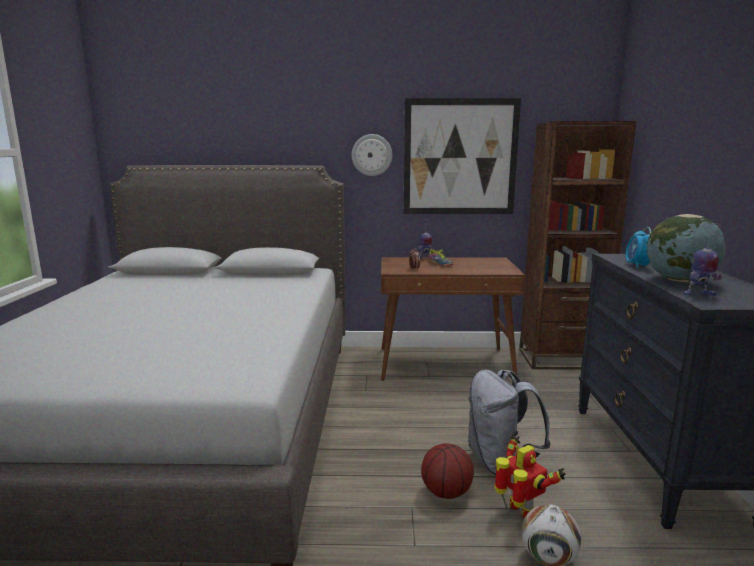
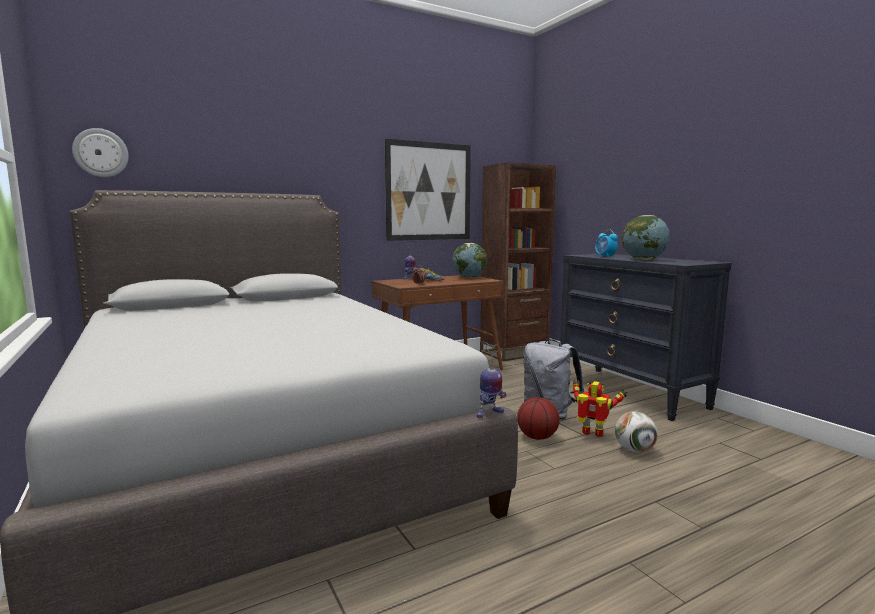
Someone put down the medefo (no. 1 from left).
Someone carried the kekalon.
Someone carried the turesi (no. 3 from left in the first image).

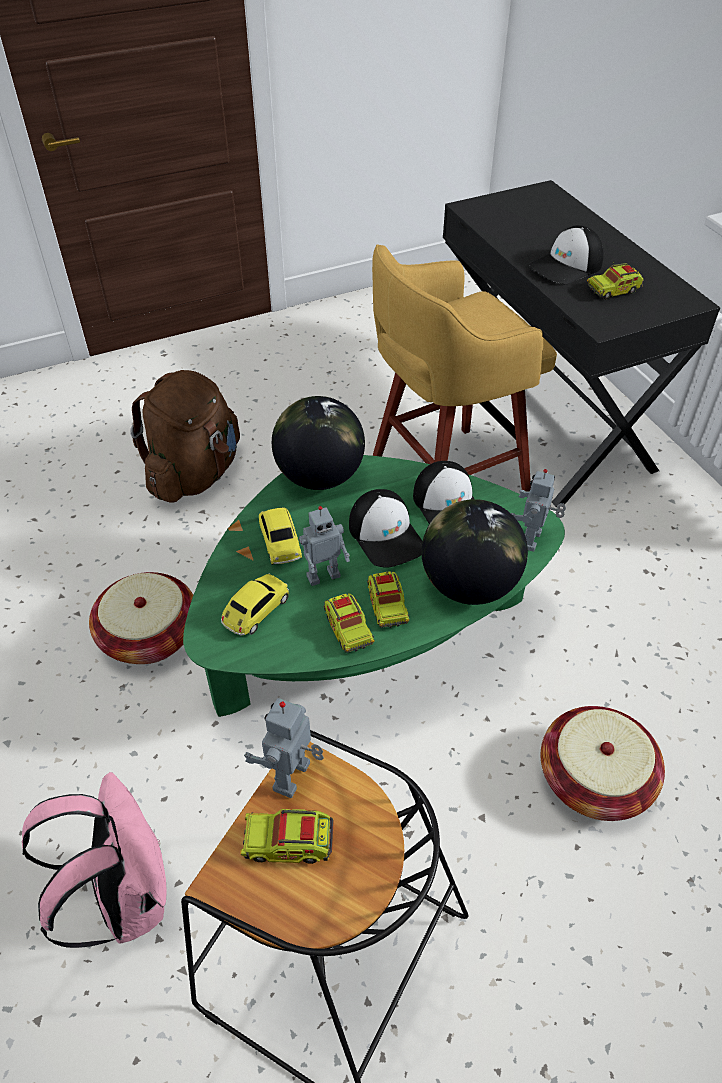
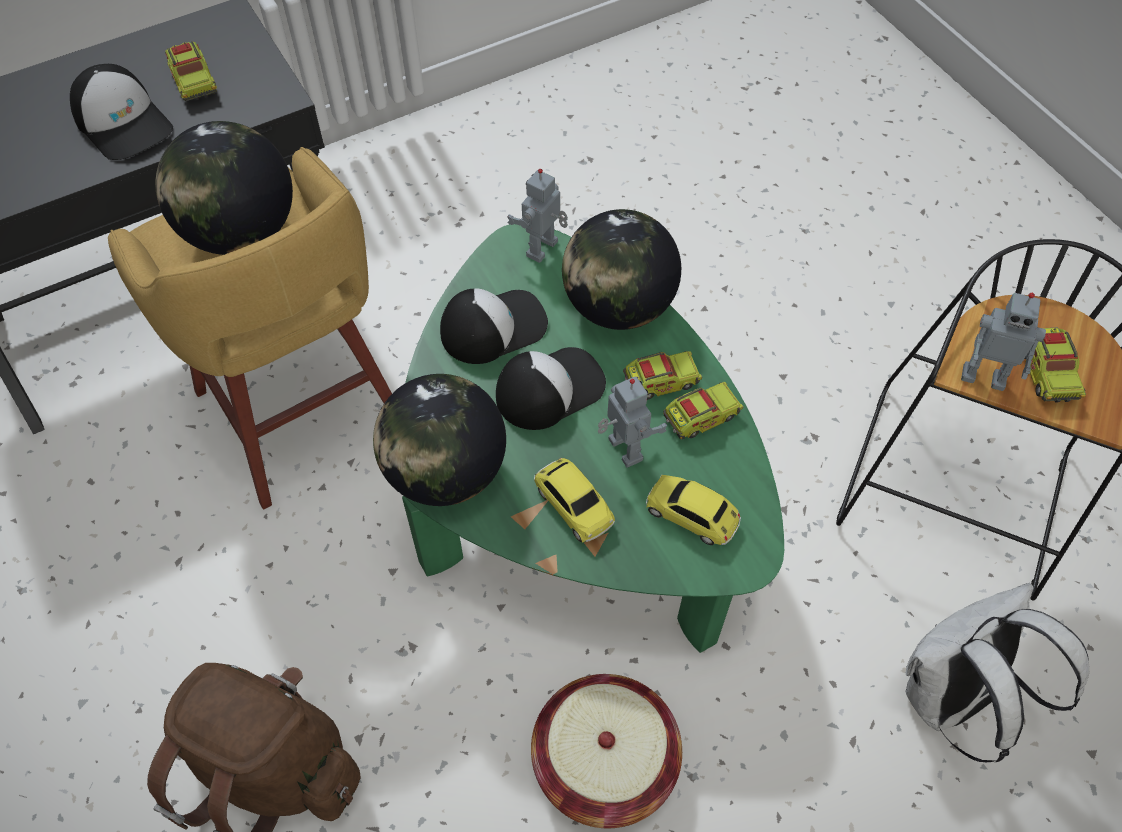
Someone took away the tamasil (no. 2 from left).
Someone put down the medefo (no. 1 from left).
Someone repainted the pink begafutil, which became the white begafutil.
Someone rotated the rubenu (no. 2 from left in the first image) by 75 degrees clockwise.
Someone rotated the turesi (no. 3 from left in the first image) by 105 degrees clockwise.

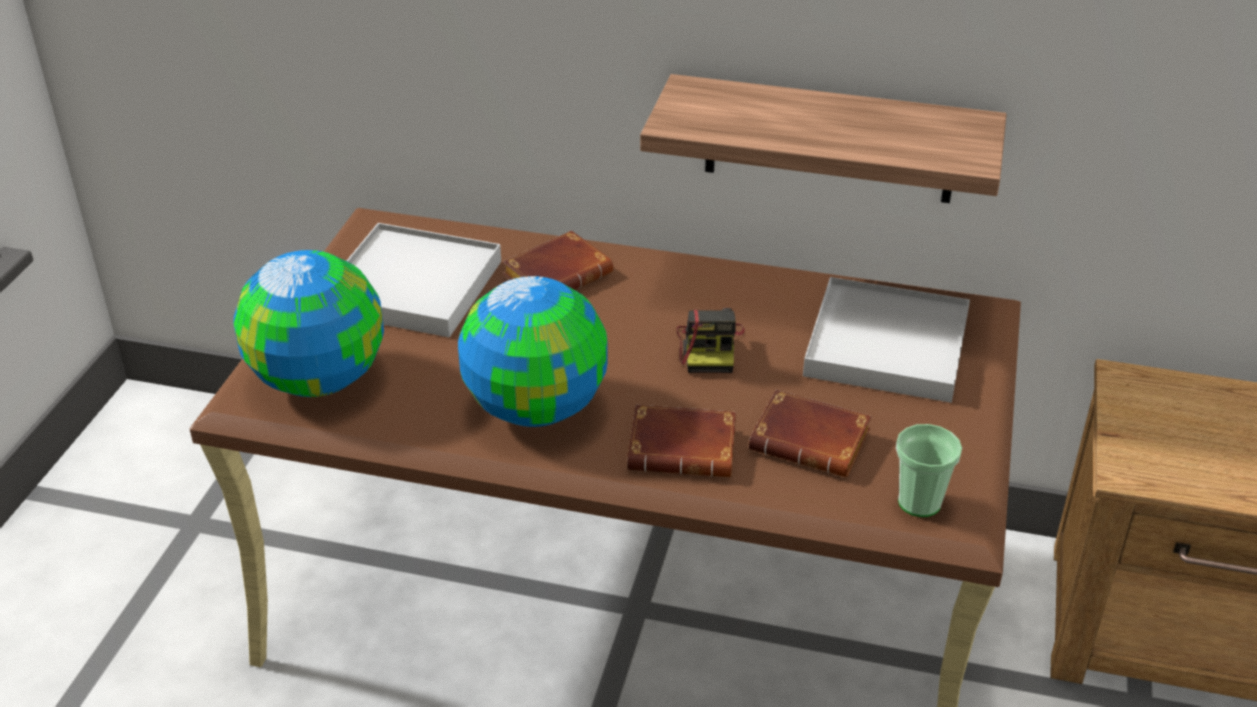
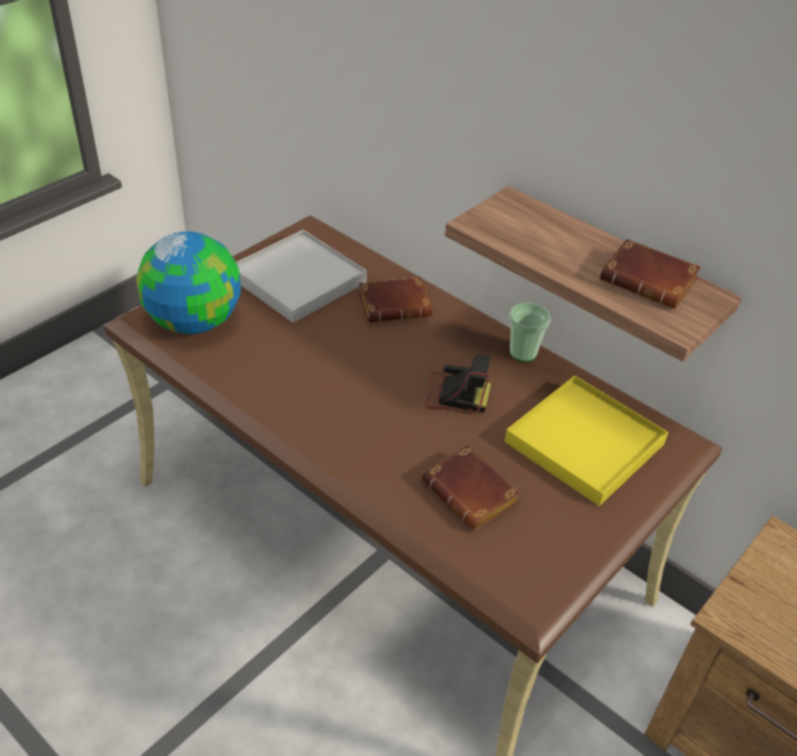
Someone took away the medefo (no. 2 from left).
Someone carried the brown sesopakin (no. 2 from left in the first image).
Someone carried the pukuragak.
Someone repainted the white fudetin (no. 2 from left), which became the yellow fudetin.
Someone rotated the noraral by 105 degrees counterclockwise.

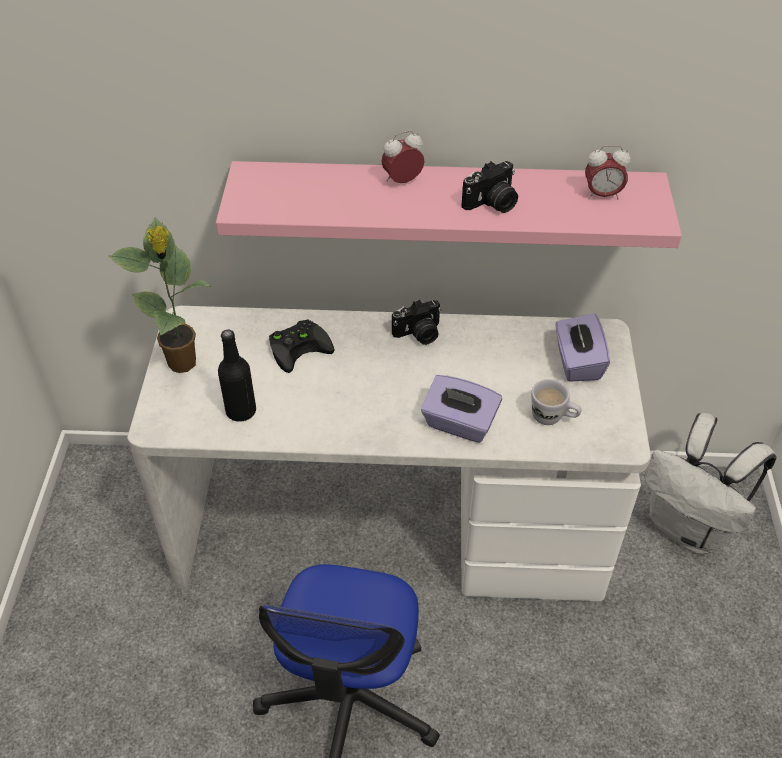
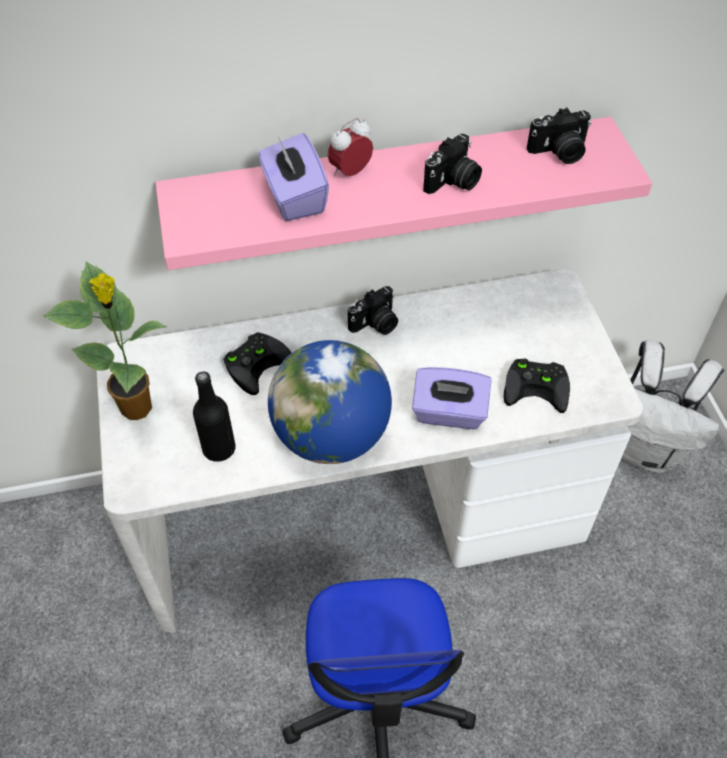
Someone put down the medefo.
Someone carried the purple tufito (no. 2 from left in the first image).
Someone swapped the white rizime for the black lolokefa (no. 2 from left).
Someone swapped the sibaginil (no. 2 from left) for the noraral (no. 3 from left).

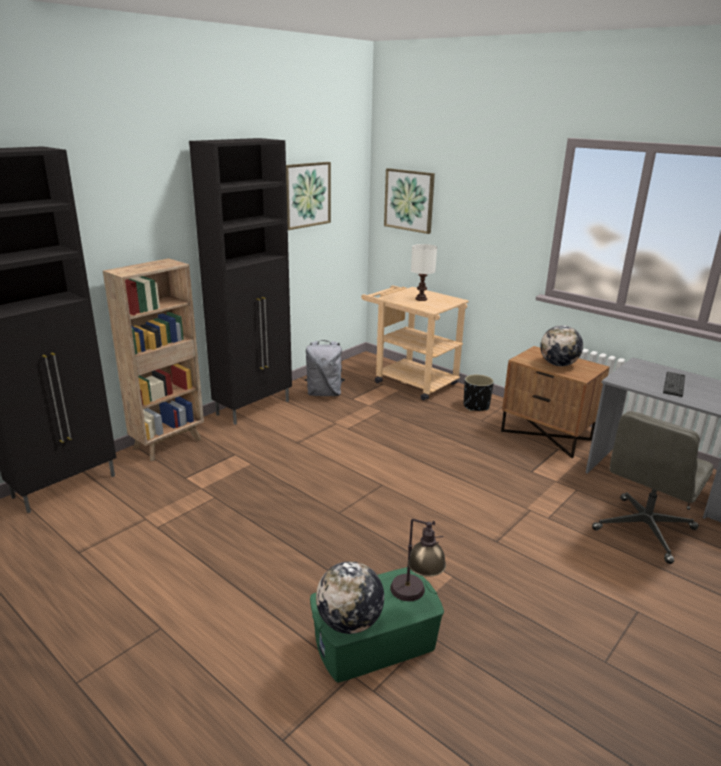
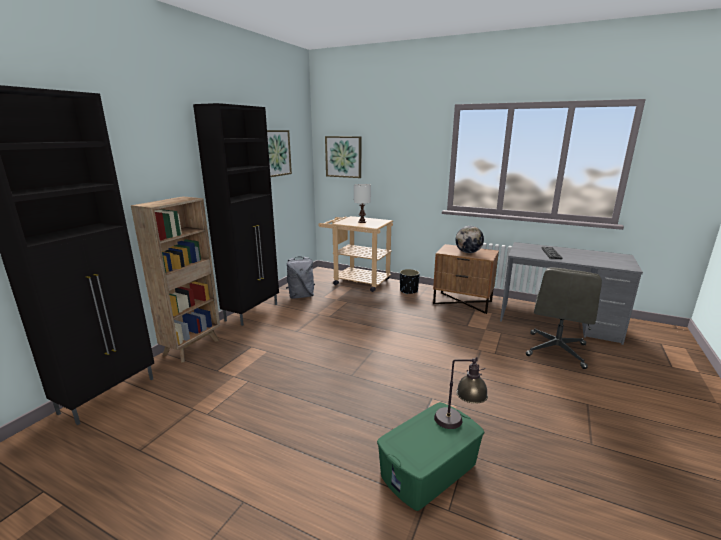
Someone took away the medefo (no. 1 from left).

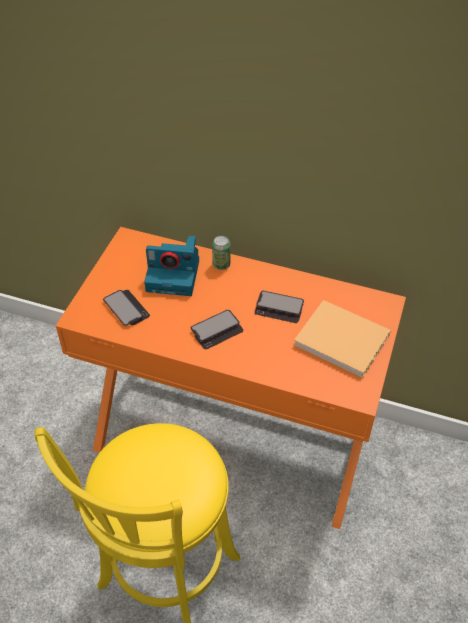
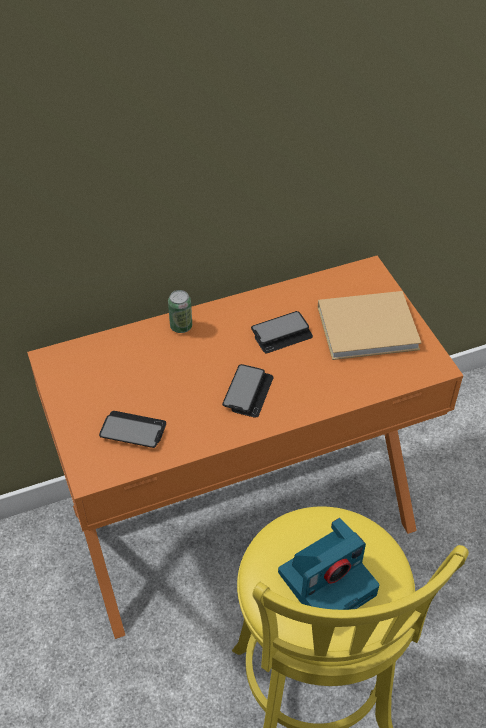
Someone carried the noraral.

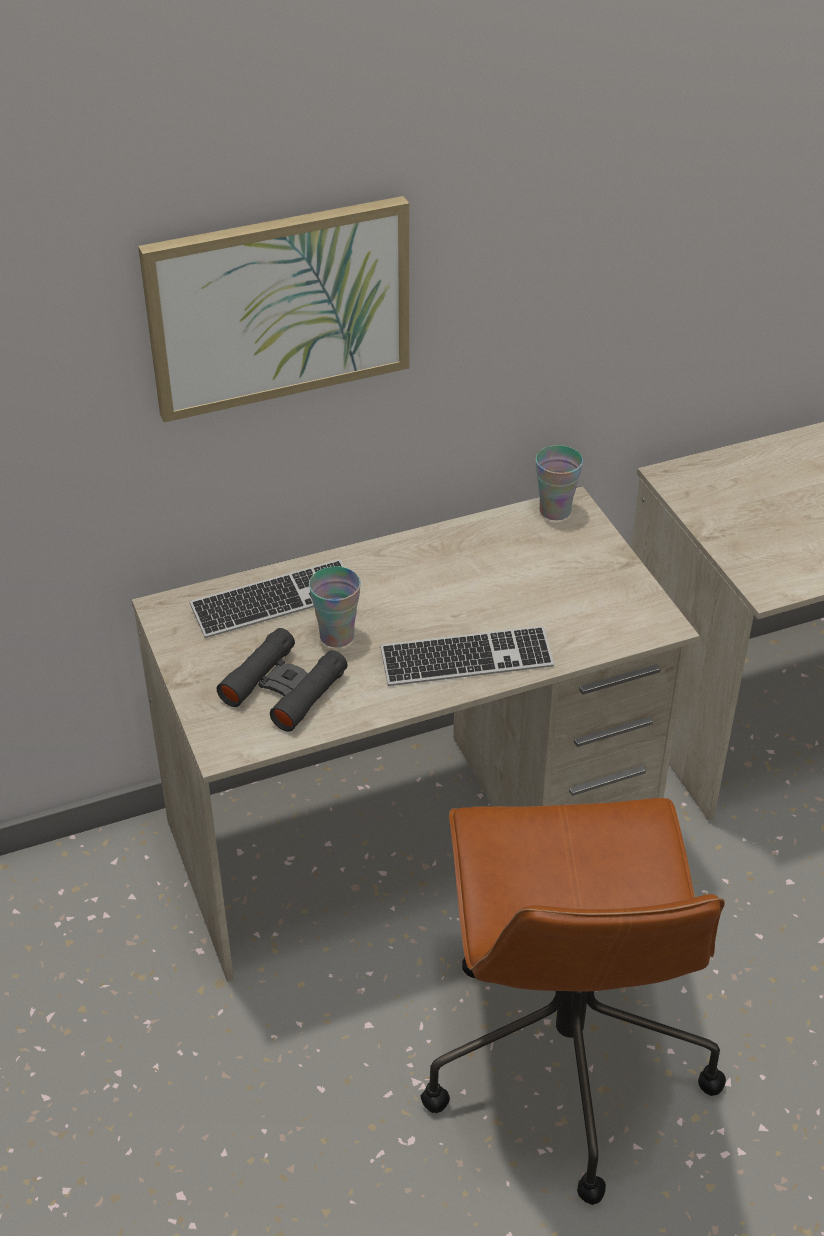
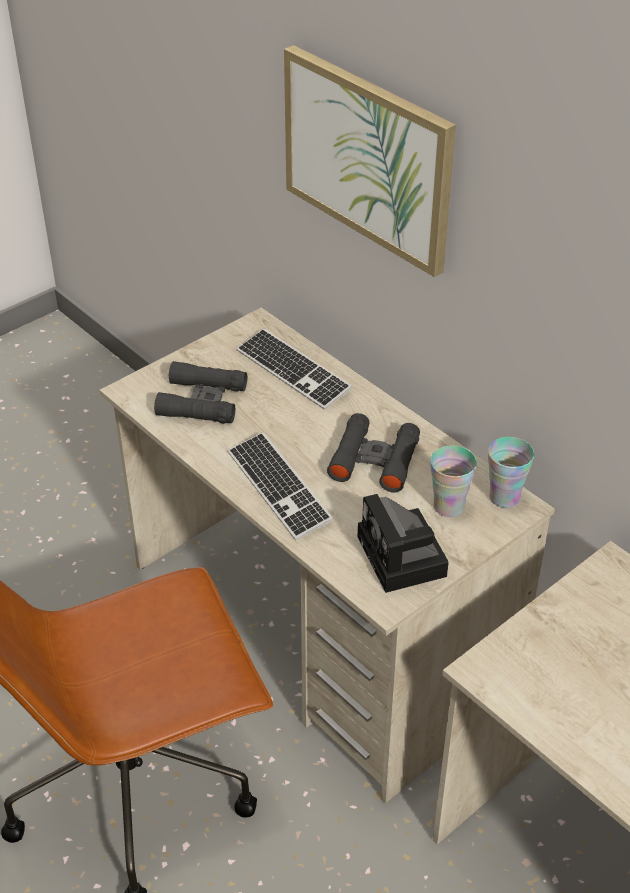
Someone put down the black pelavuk (no. 2 from left).
Someone put down the noraral.
Someone carried the pukuragak (no. 1 from left).

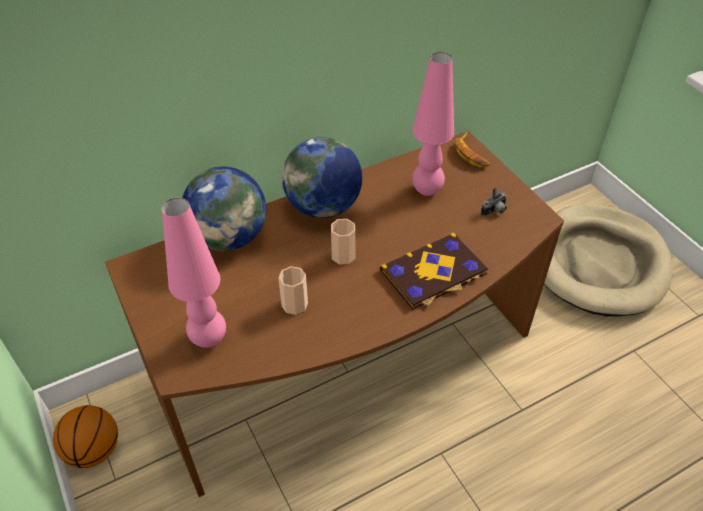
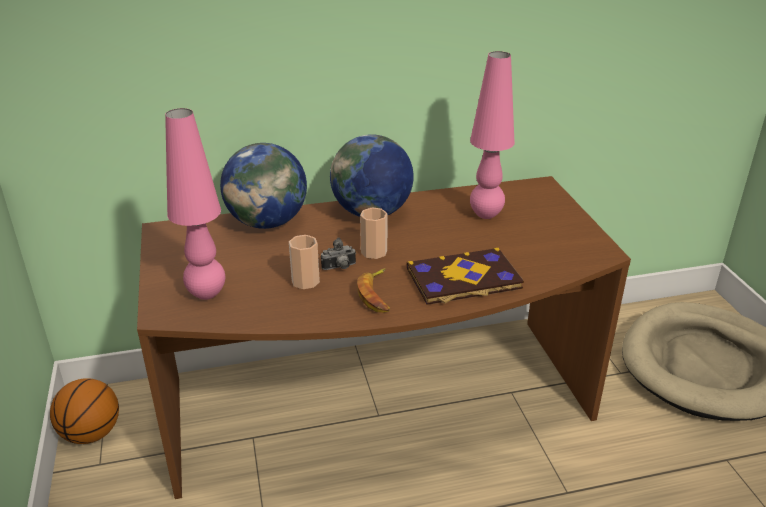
Someone carried the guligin.
Someone carried the noraral.

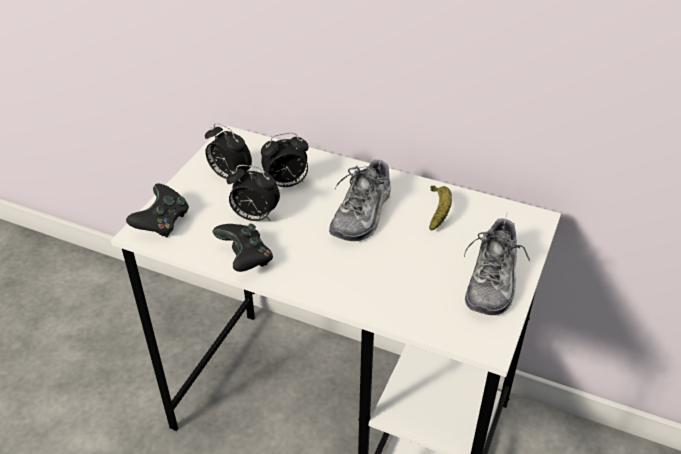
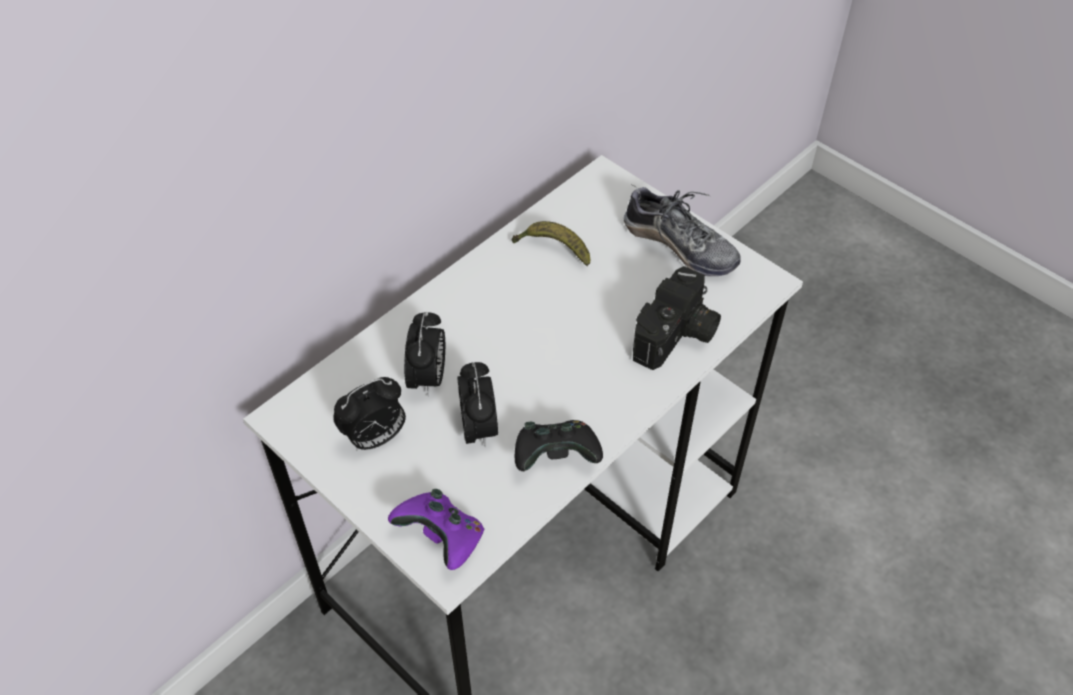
Someone took away the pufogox (no. 1 from left).
Someone put down the noraral.
Someone repainted the black lolokefa (no. 1 from left), which became the purple lolokefa.
Someone rotated the sibaginil (no. 2 from left in the first image) by 45 degrees counterclockwise.

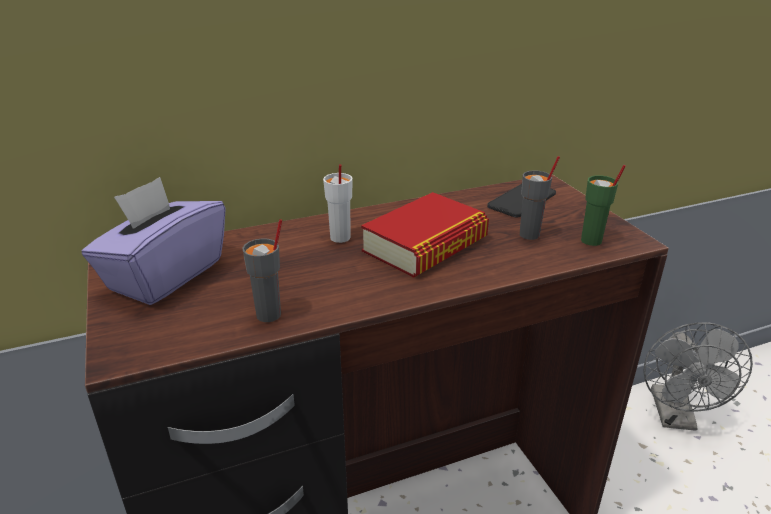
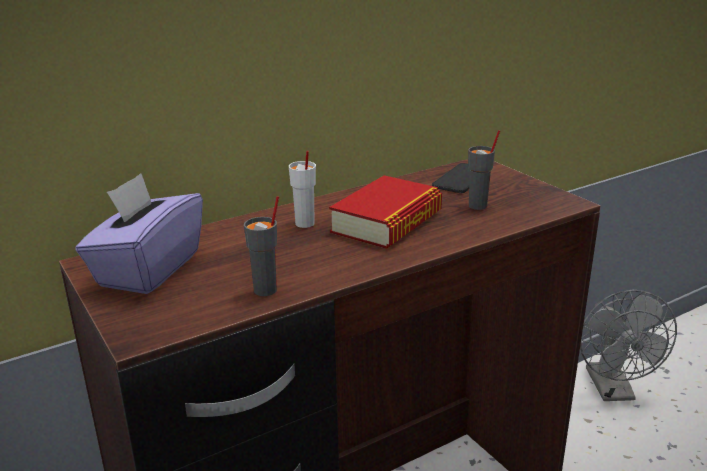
Someone took away the green pukuragak.

